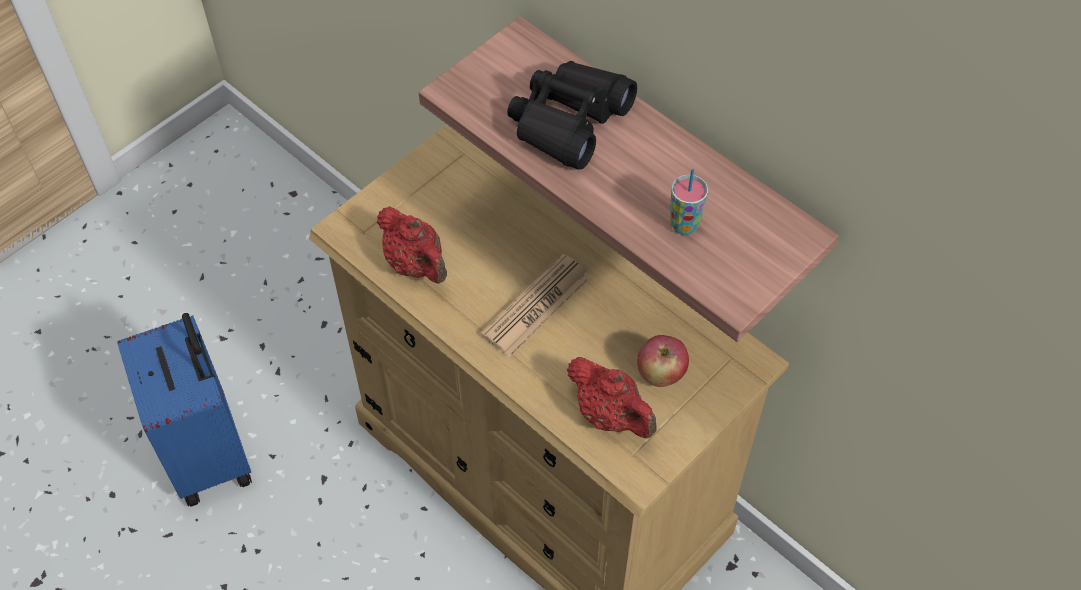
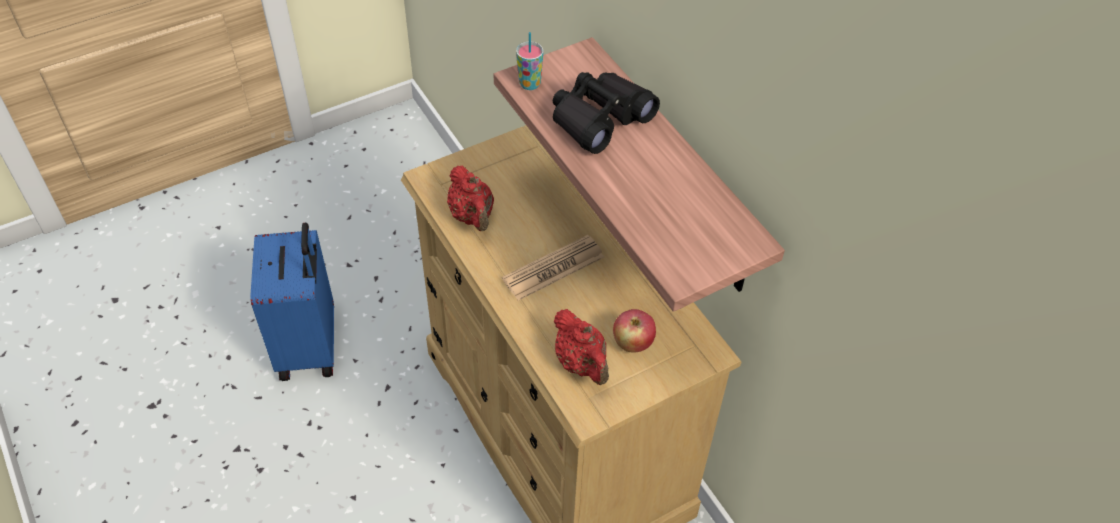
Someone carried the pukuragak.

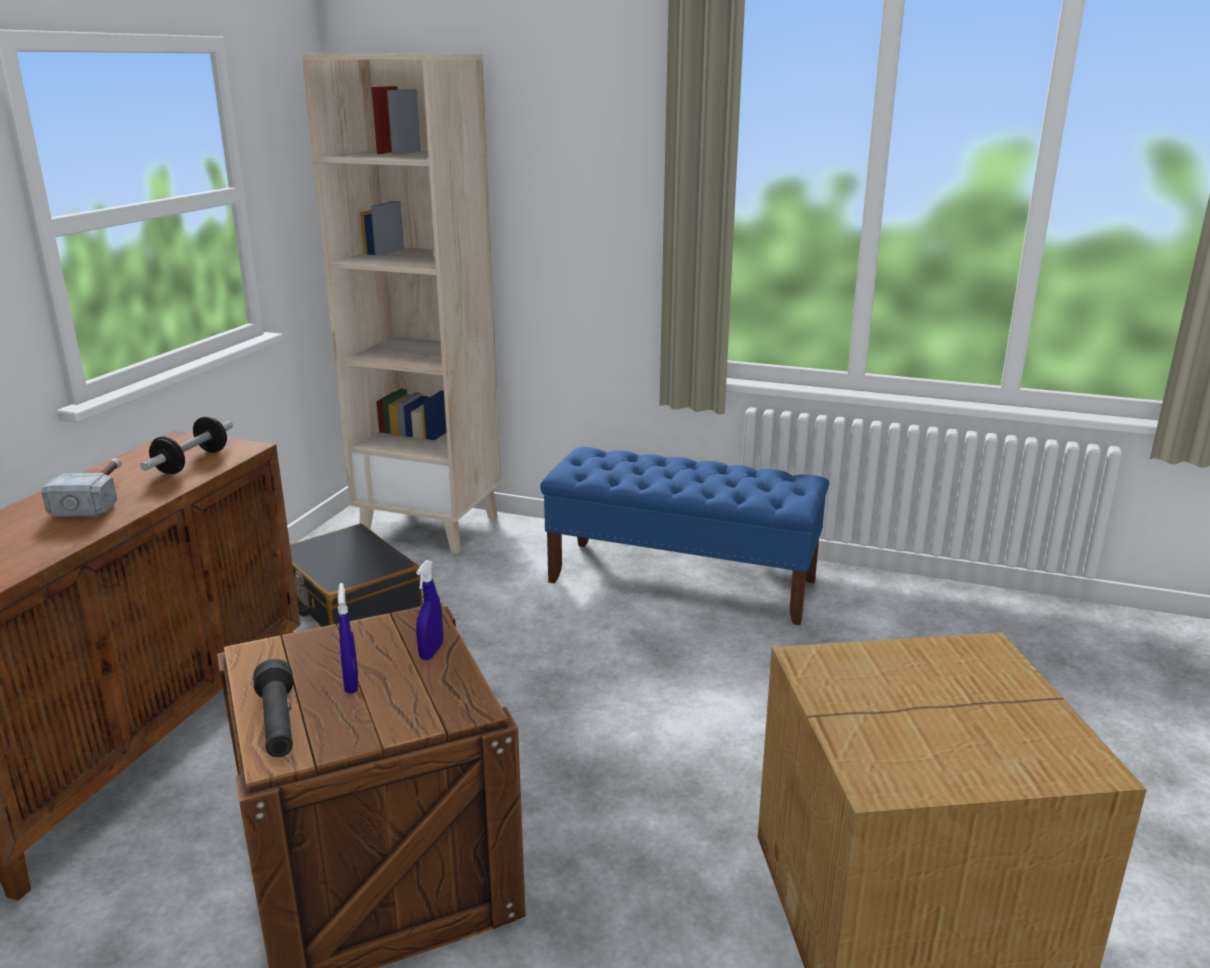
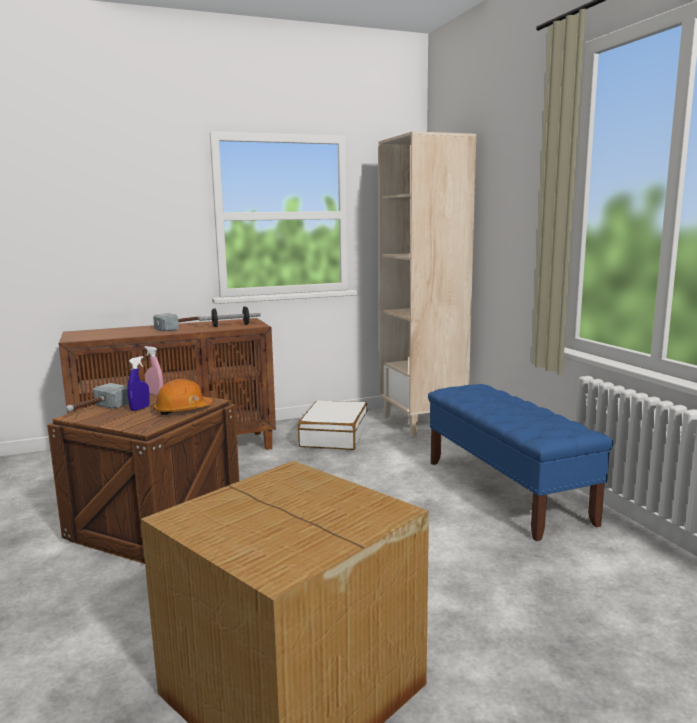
Someone put down the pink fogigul.
Someone swapped the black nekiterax for the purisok (no. 1 from left).
Someone swapped the blue fogigul (no. 2 from left) for the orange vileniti.
Someone repainted the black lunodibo, which became the white lunodibo.

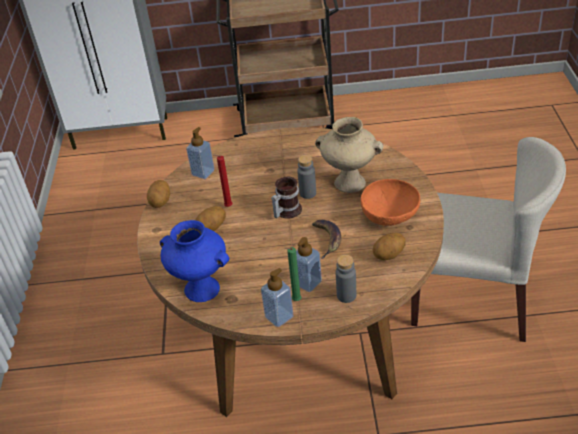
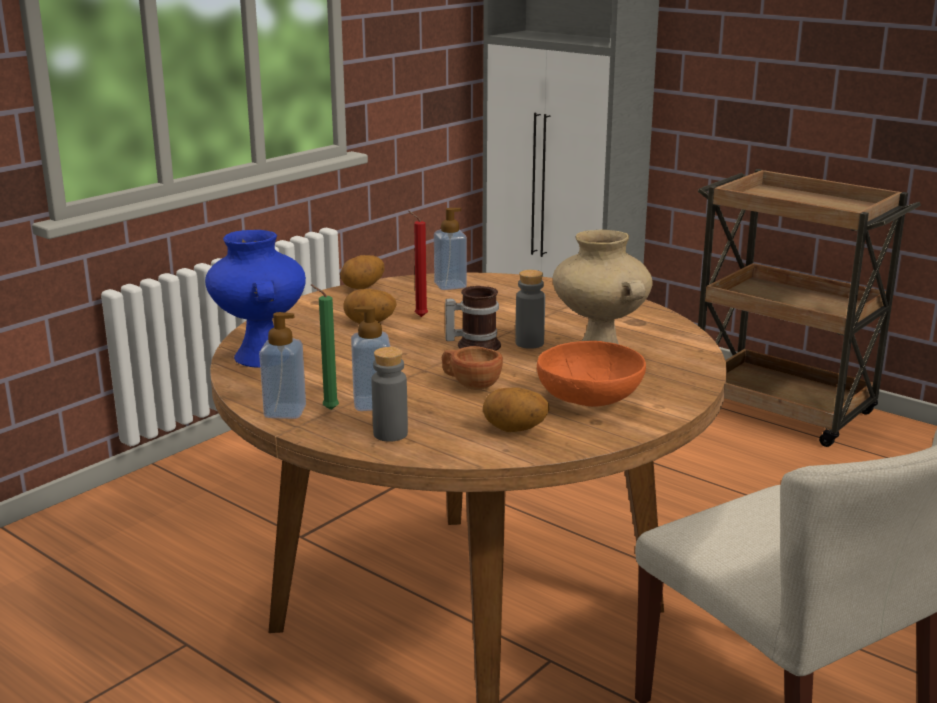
Someone swapped the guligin for the brown pukuragak.

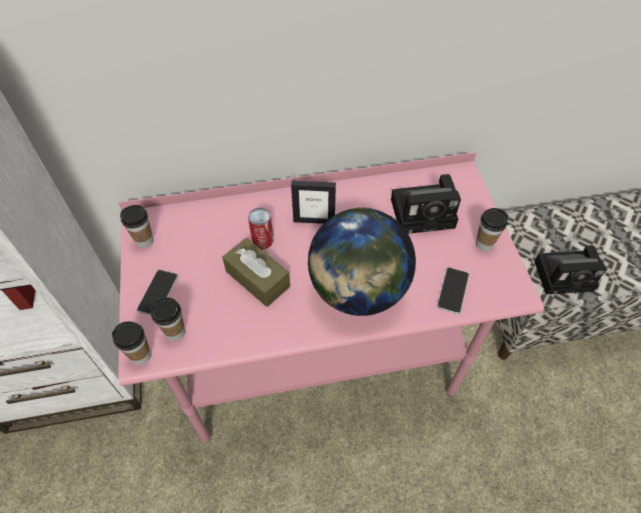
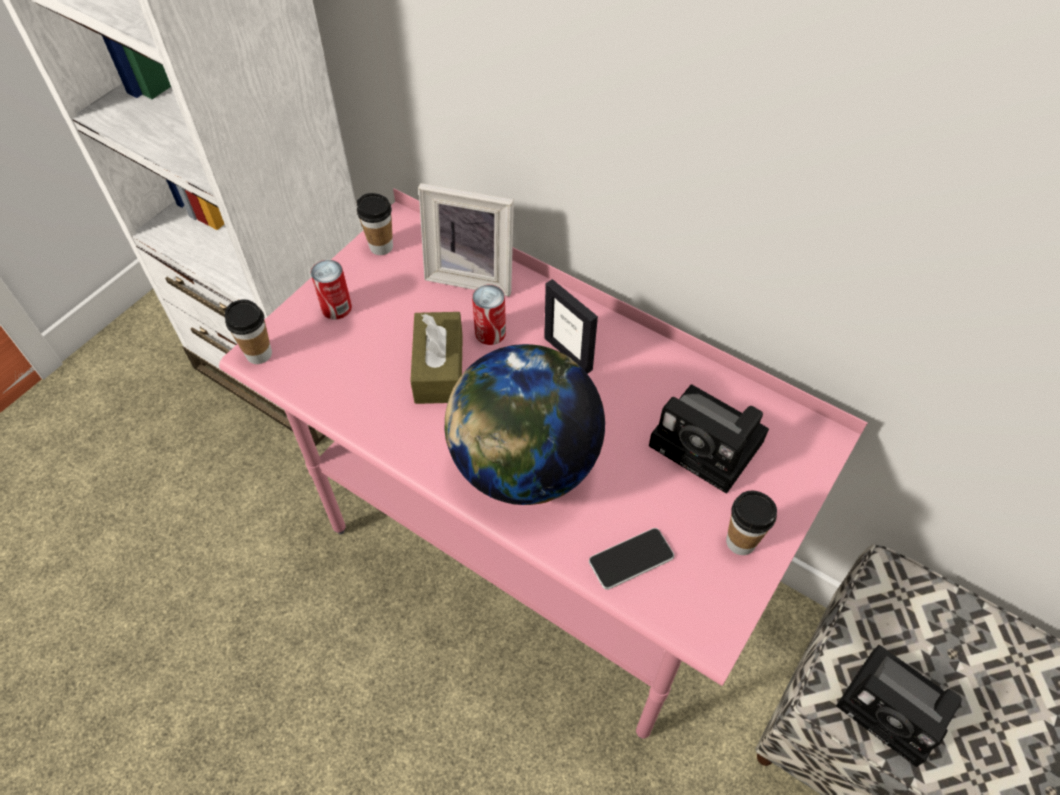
Someone took away the pukuragak (no. 3 from left).
Someone put down the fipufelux (no. 1 from left).
Someone swapped the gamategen (no. 1 from left) for the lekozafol (no. 1 from left).

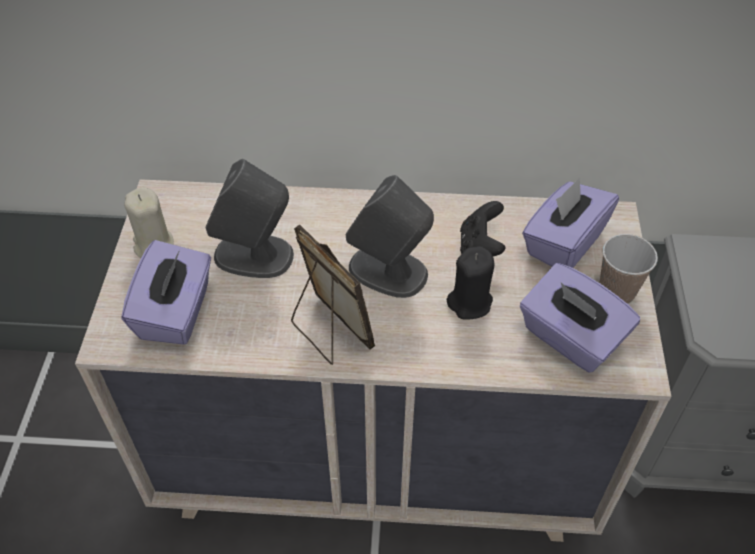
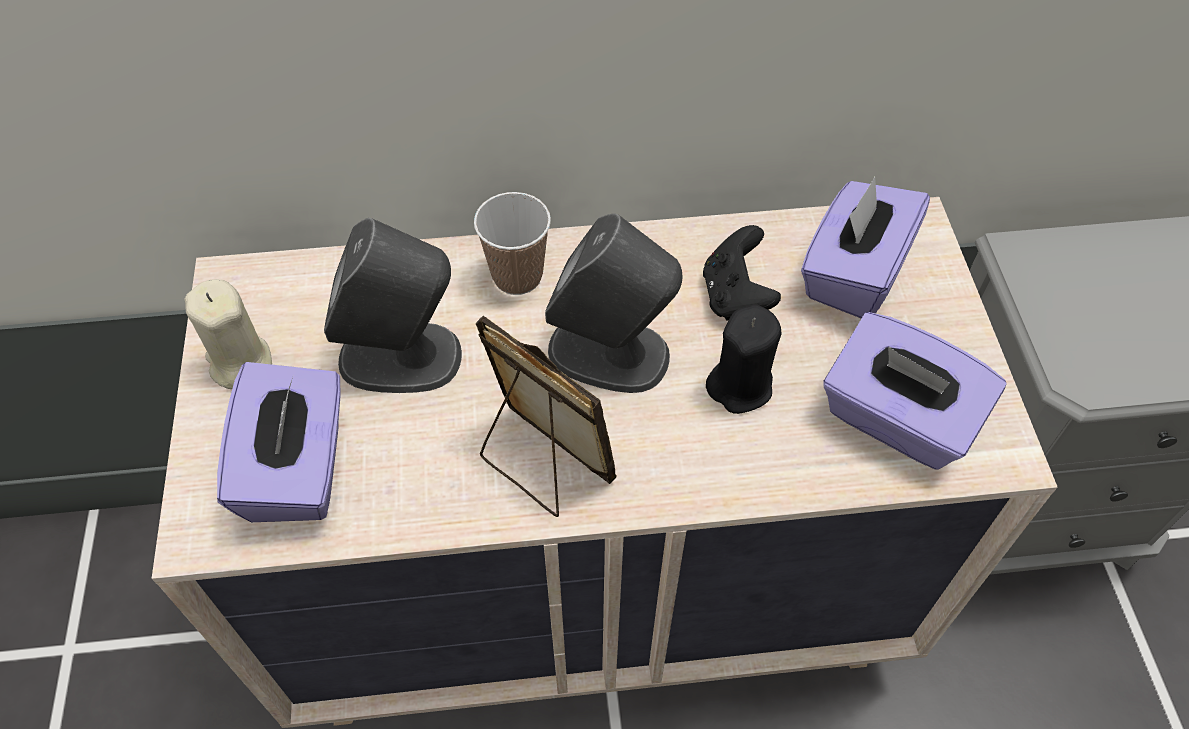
Someone carried the pukuragak.

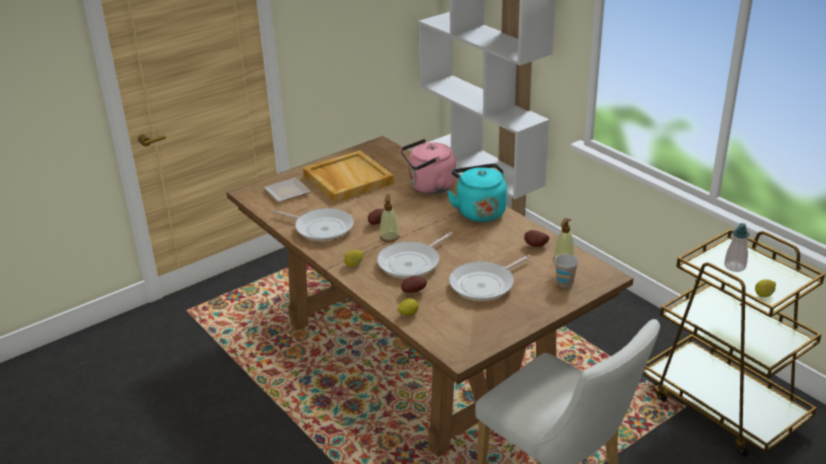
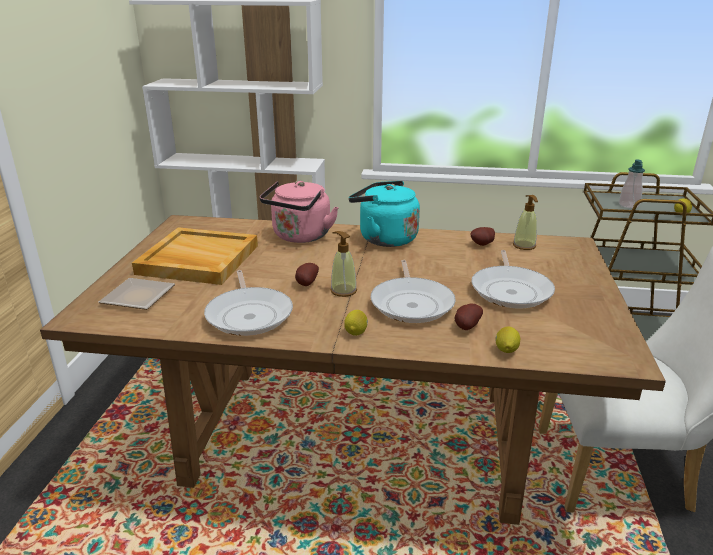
Someone took away the pukuragak.
Someone rotated the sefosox (no. 1 from left) by 90 degrees clockwise.

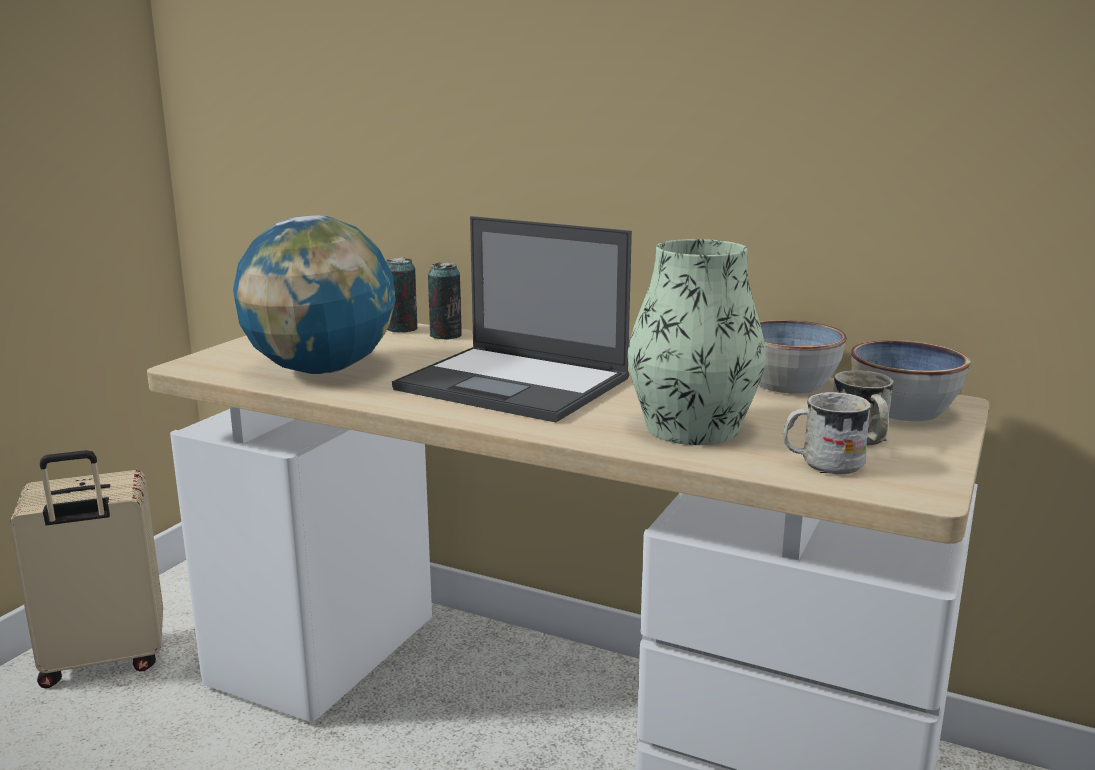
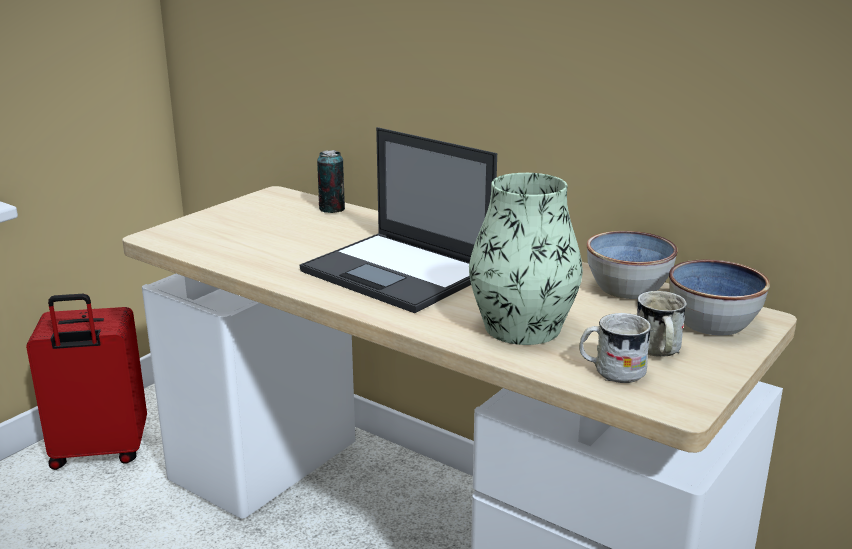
Someone took away the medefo.
Someone took away the lekozafol (no. 2 from left).
Someone repainted the beige lunodibo, which became the red lunodibo.

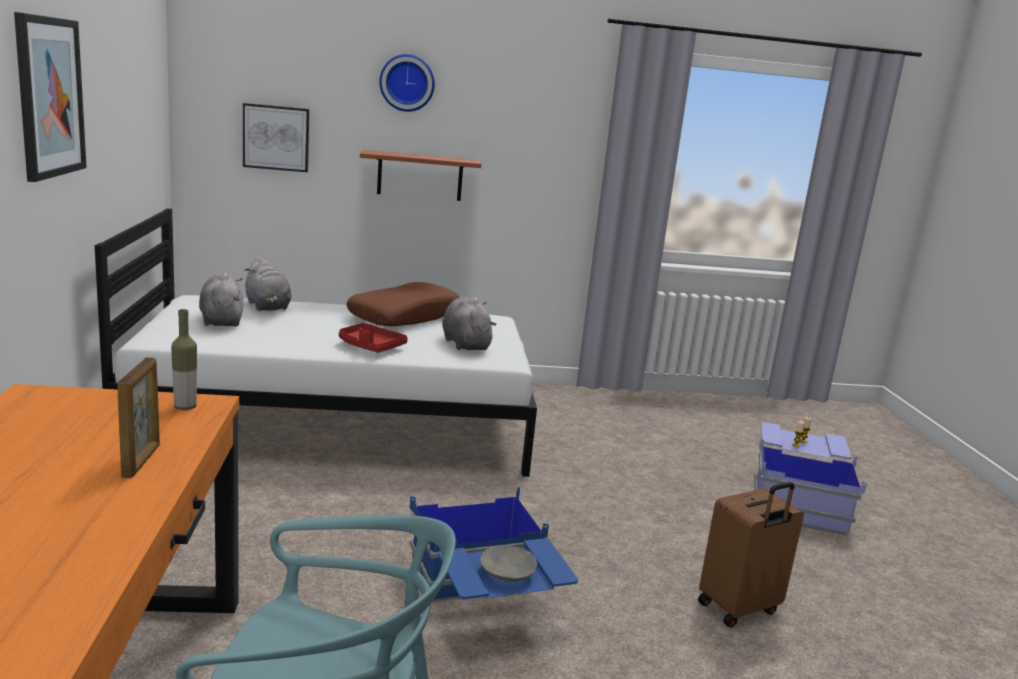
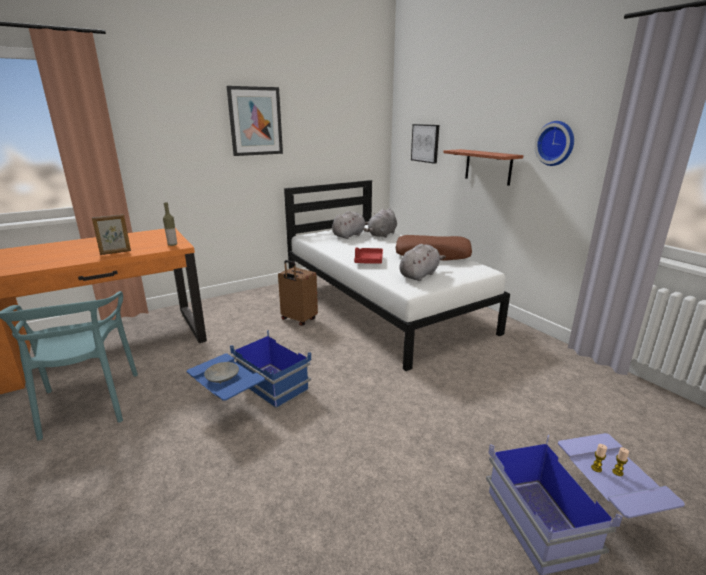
Someone carried the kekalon.
Someone carried the brown lunodibo.

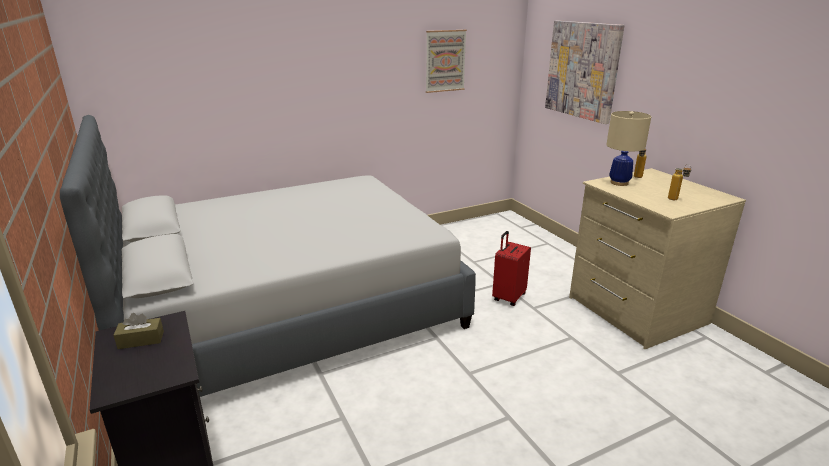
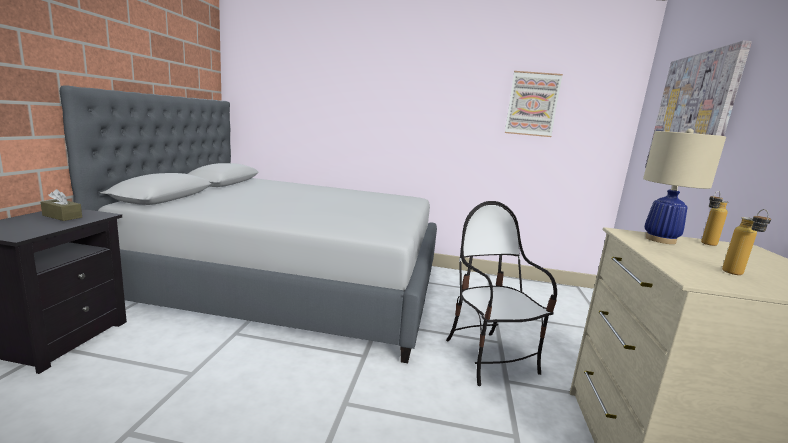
Someone swapped the red lunodibo for the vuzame.

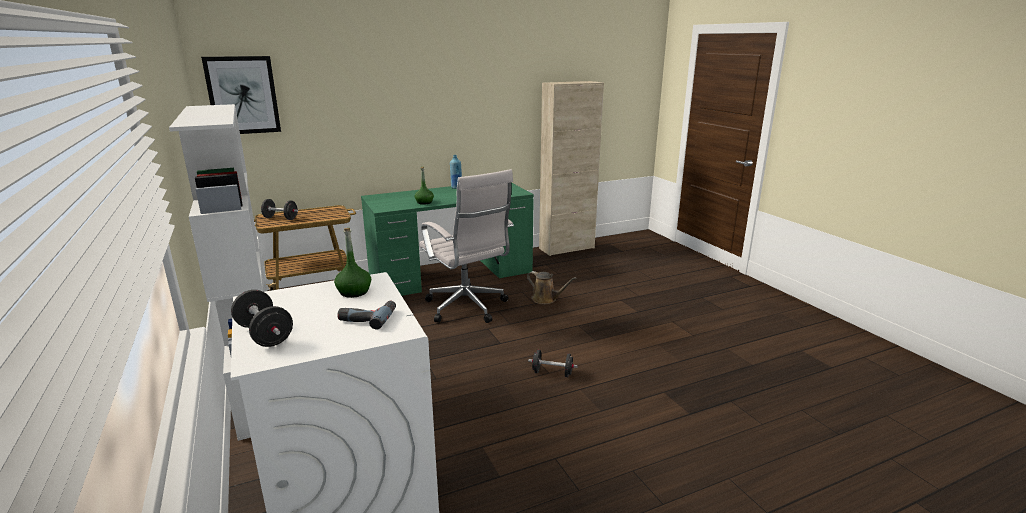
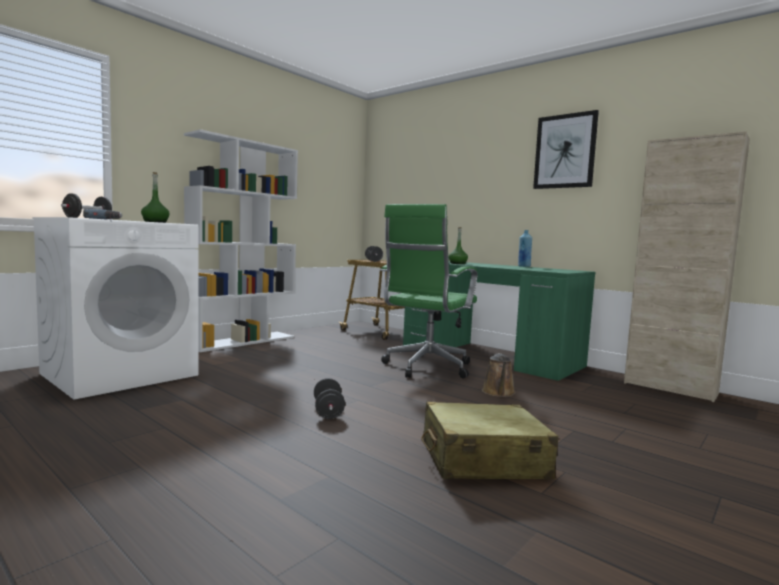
Someone put down the beige lunodibo.
Someone carried the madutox.
Someone repainted the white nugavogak, which became the green nugavogak.

